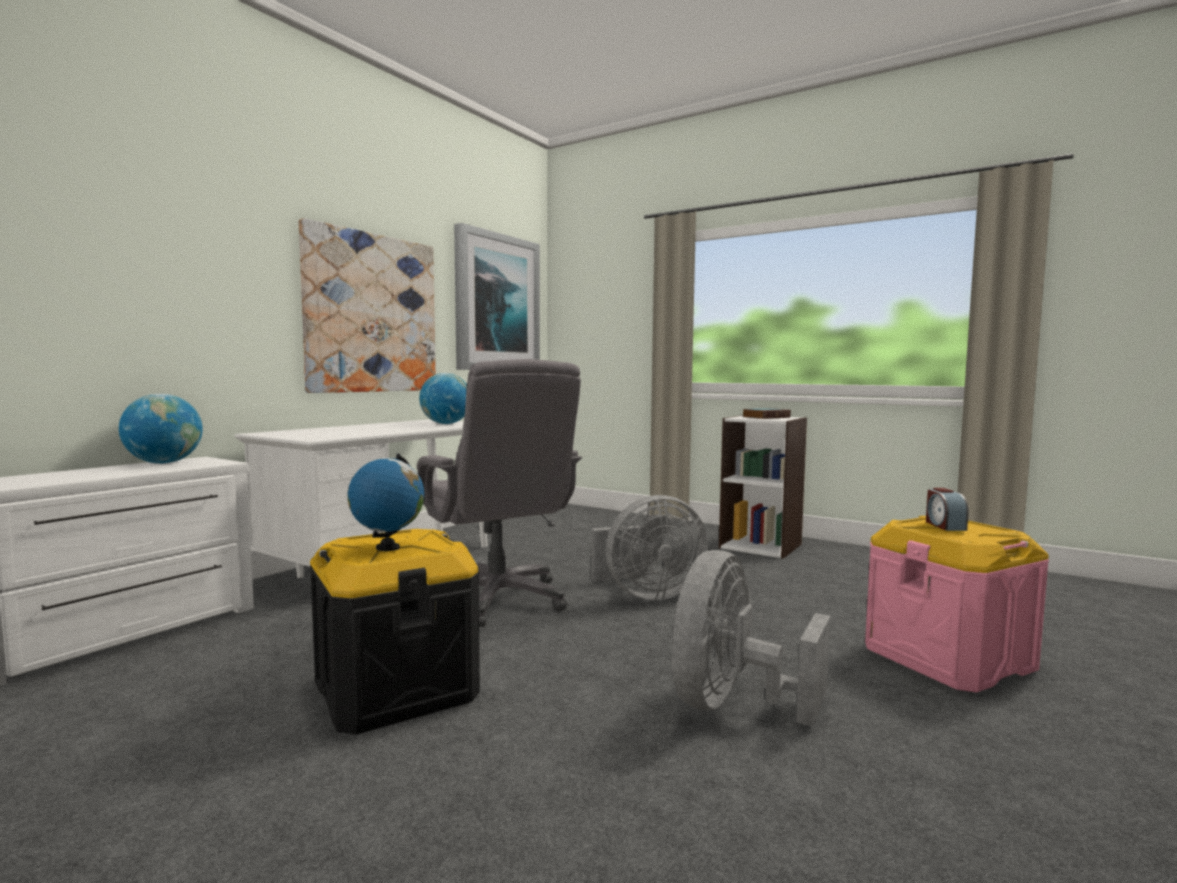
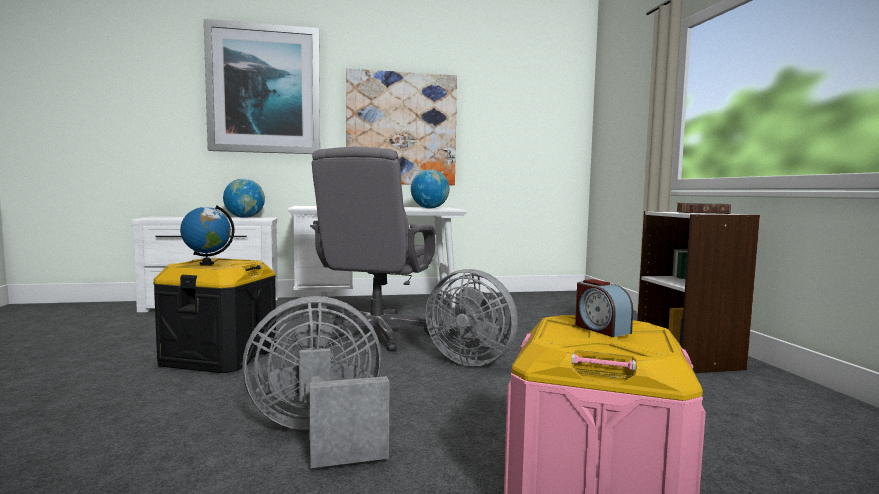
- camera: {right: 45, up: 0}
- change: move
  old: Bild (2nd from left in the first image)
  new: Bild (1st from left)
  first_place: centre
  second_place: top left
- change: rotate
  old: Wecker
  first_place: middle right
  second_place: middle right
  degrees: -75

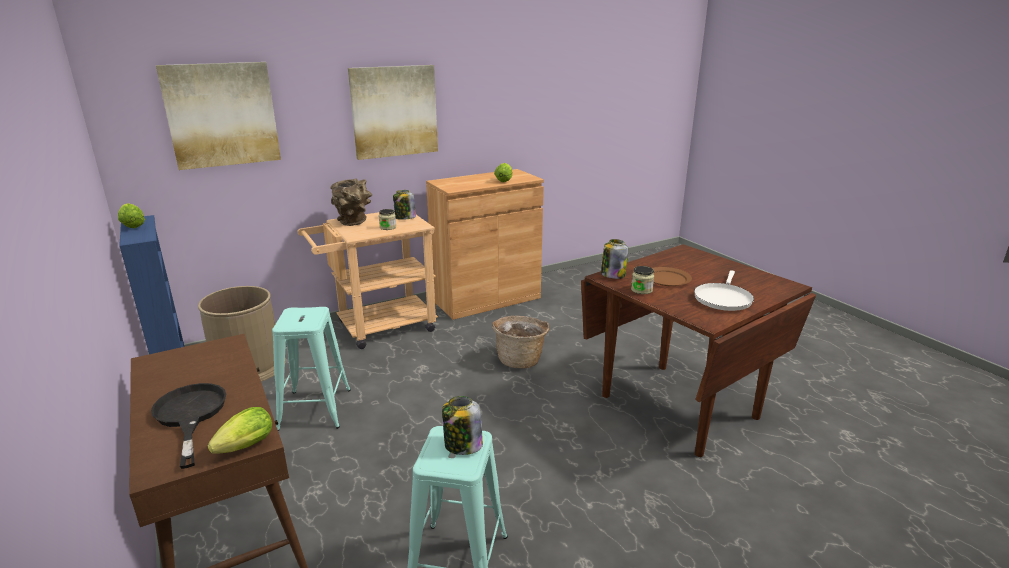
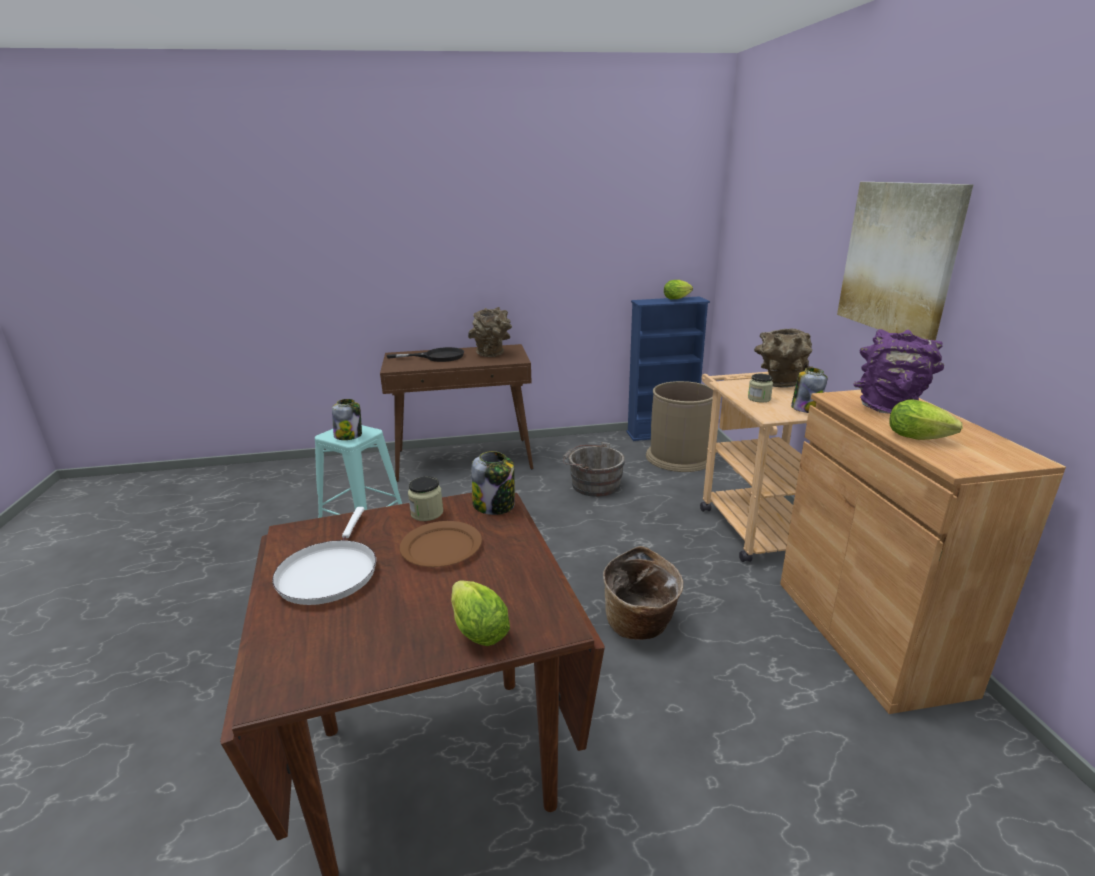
- camera: {right: 110, up: 0}
- change: delete
  old: Bild (1st from left)
  first_place: top left
- change: rotate
  old: Pfanne/weiß
  first_place: middle right
  second_place: middle left
  degrees: -135
- change: replace
  old: Hocker/türkis (1st from left)
  new: Eimer/grau
  first_place: middle left
  second_place: centre
- change: move
  old: Salatkopf (2nd from left in the first image)
  new: Salatkopf (1st from left)
  first_place: bottom left
  second_place: bottom centre
- change: insert
  new: Vase/braun (1st from left)
  second_place: centre
- change: insert
  new: Vase/lila
  second_place: middle right

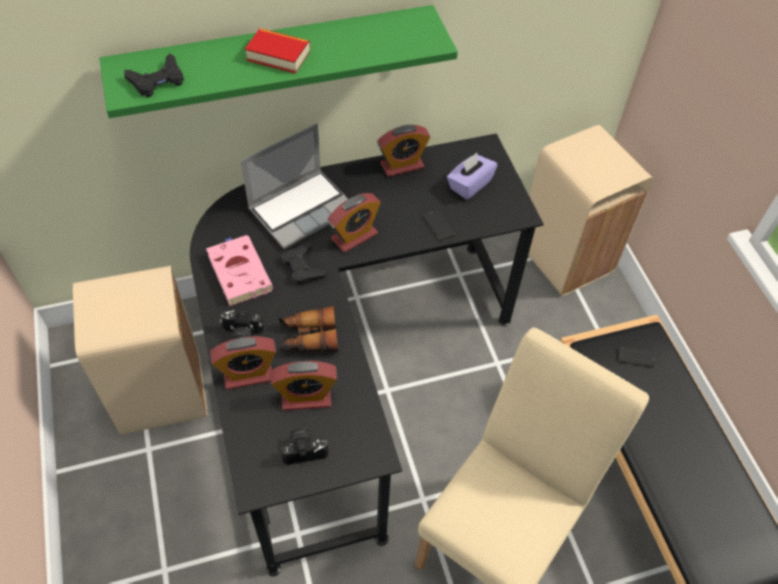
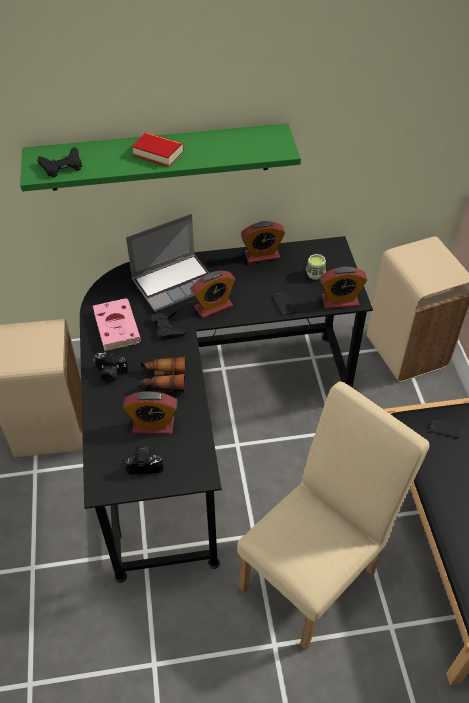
- camera: {right: 10, up: -5}
- change: replace
  old: Taschentuchbox/lila
  new: Tasse
  first_place: top centre
  second_place: middle right
- change: move
  old: Wecker (1st from left in the first image)
  new: Wecker (4th from left)
  first_place: middle left
  second_place: middle right

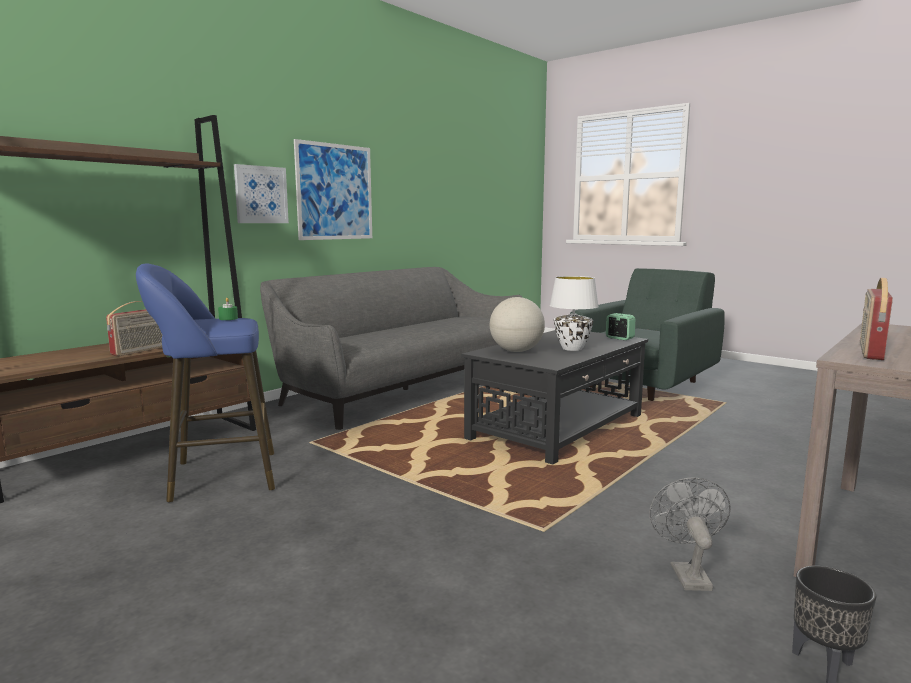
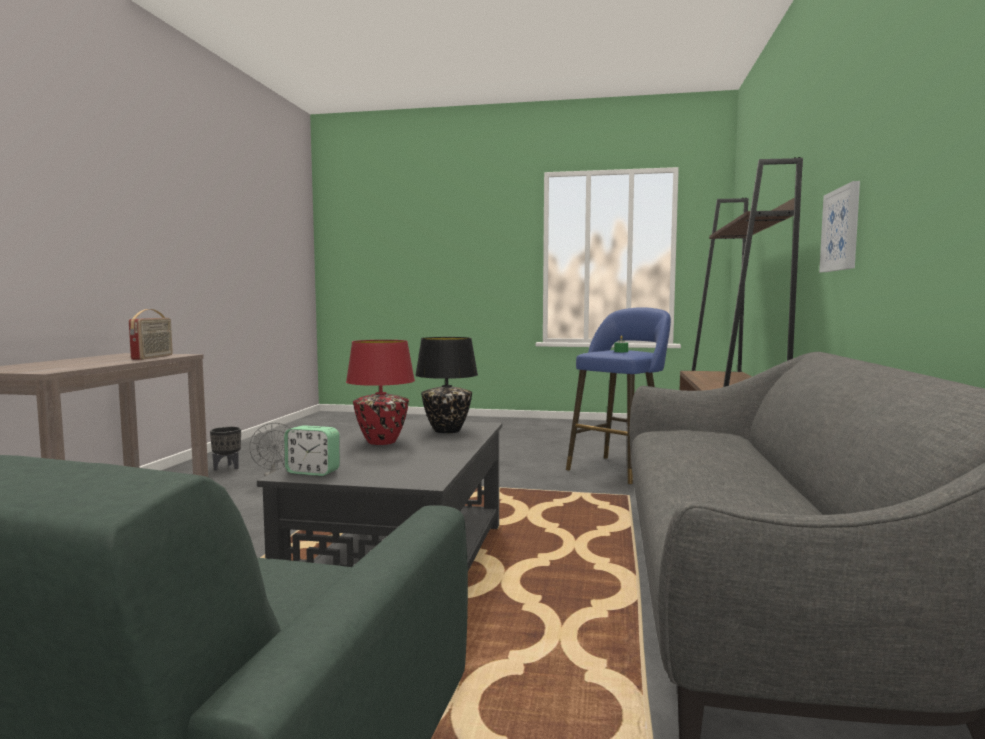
- camera: {right: 150, up: -5}
- change: delete
  old: Bild (2nd from left)
  first_place: top centre
- change: recolor
  old: Tischlampe/weiß
  new: Tischlampe/rot
  first_place: centre
  second_place: centre
- change: replace
  old: Globus
  new: Tischlampe/schwarz
  first_place: centre
  second_place: centre
- change: delete
  old: Radio (1st from left)
  first_place: middle left

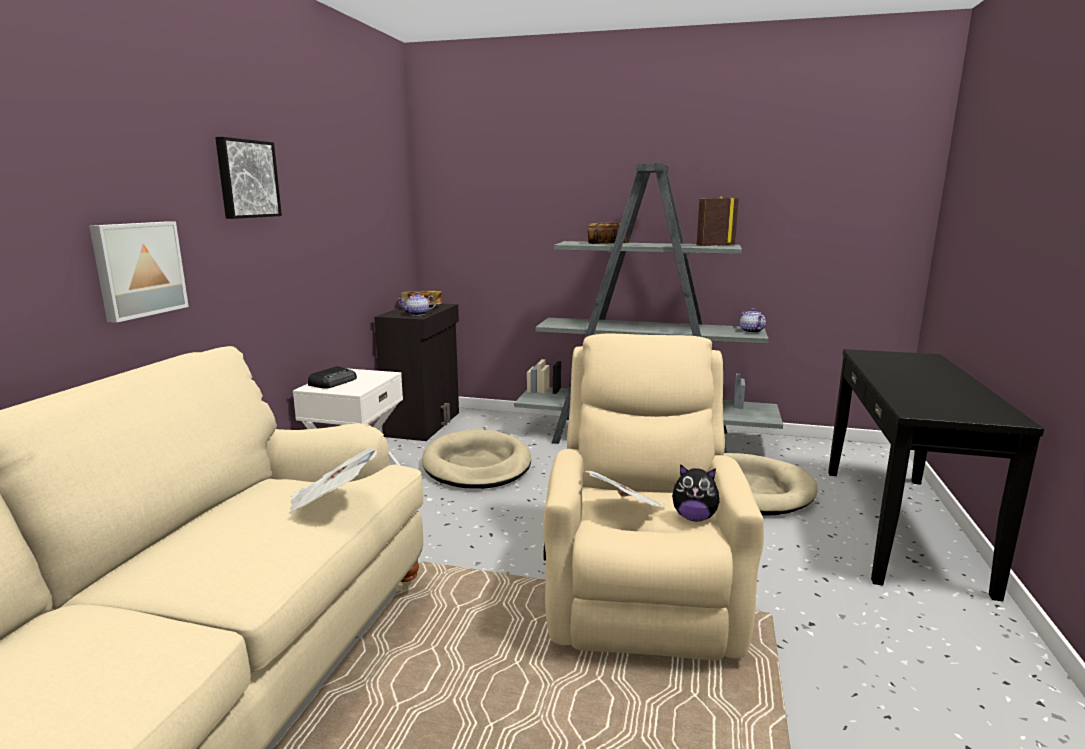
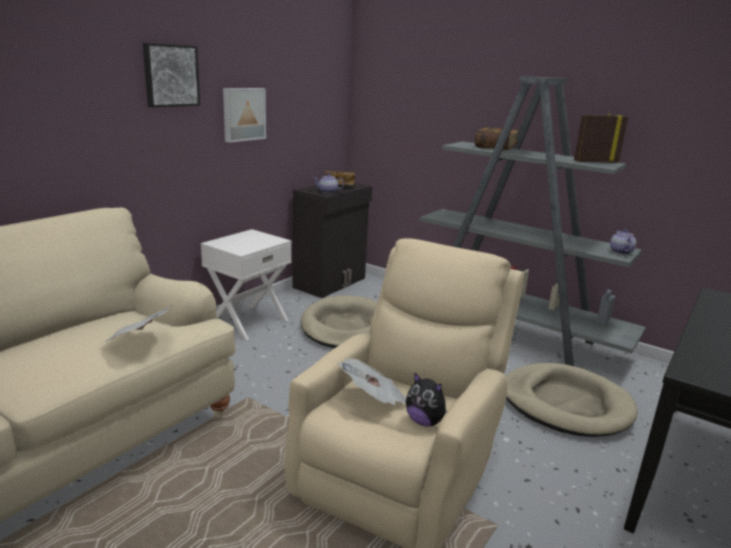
- camera: {right: 20, up: 5}
- change: move
  old: Bild (1st from left in the first image)
  new: Bild (2nd from left)
  first_place: middle left
  second_place: top centre
- change: delete
  old: Radio
  first_place: middle left

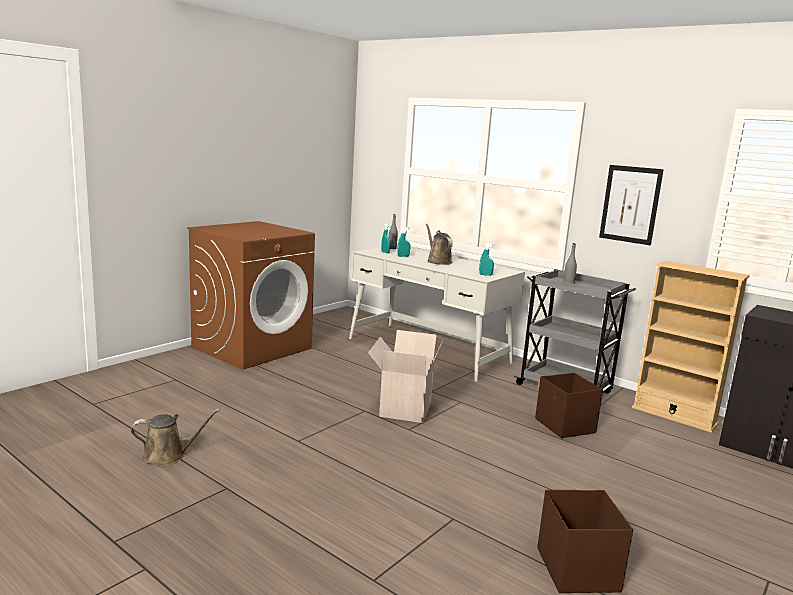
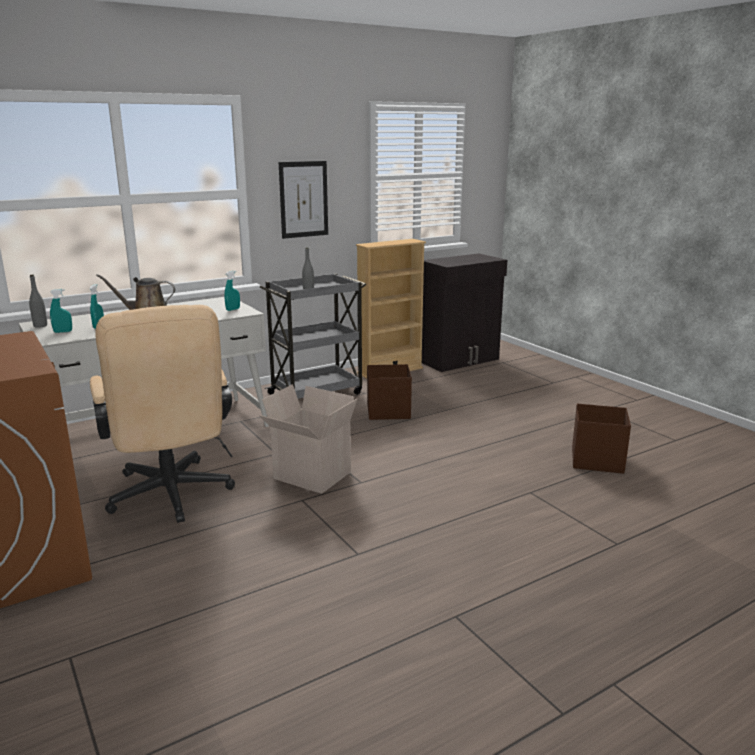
- camera: {right: -70, up: 5}
- change: delete
  old: Gießkanne/braun (1st from left)
  first_place: bottom left
- change: insert
  new: Bürostuhl/beige
  second_place: middle left

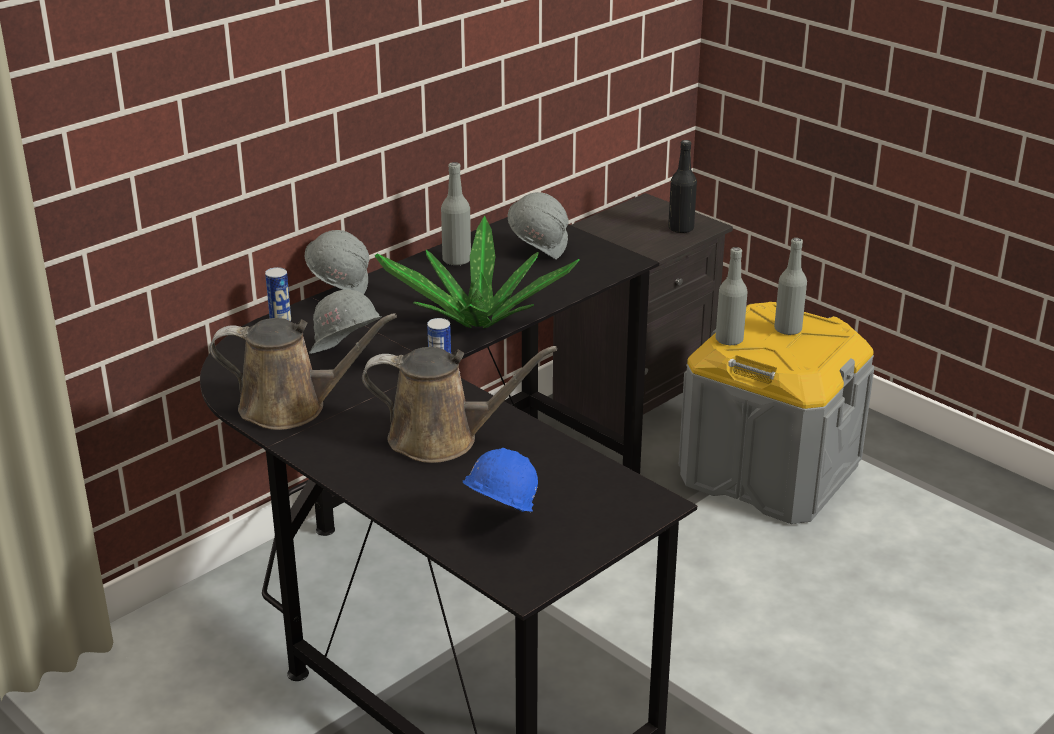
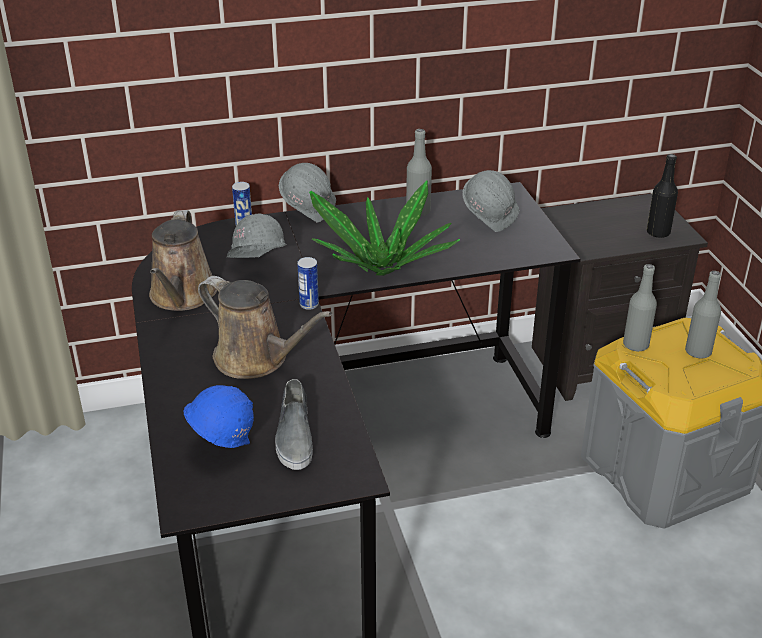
- camera: {right: 30, up: 5}
- change: rotate
  old: Gießkanne/braun (1st from left)
  first_place: middle left
  second_place: middle left
  degrees: 60
- change: insert
  new: Schuh/grau
  second_place: centre

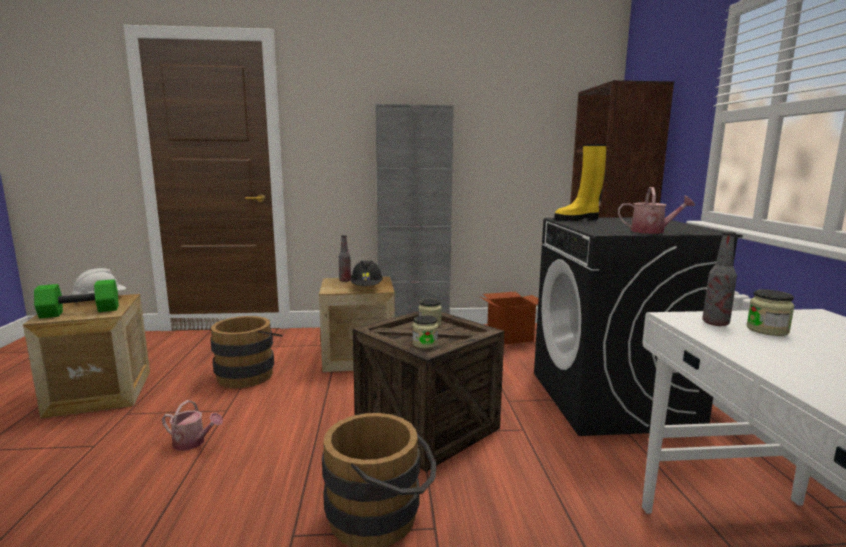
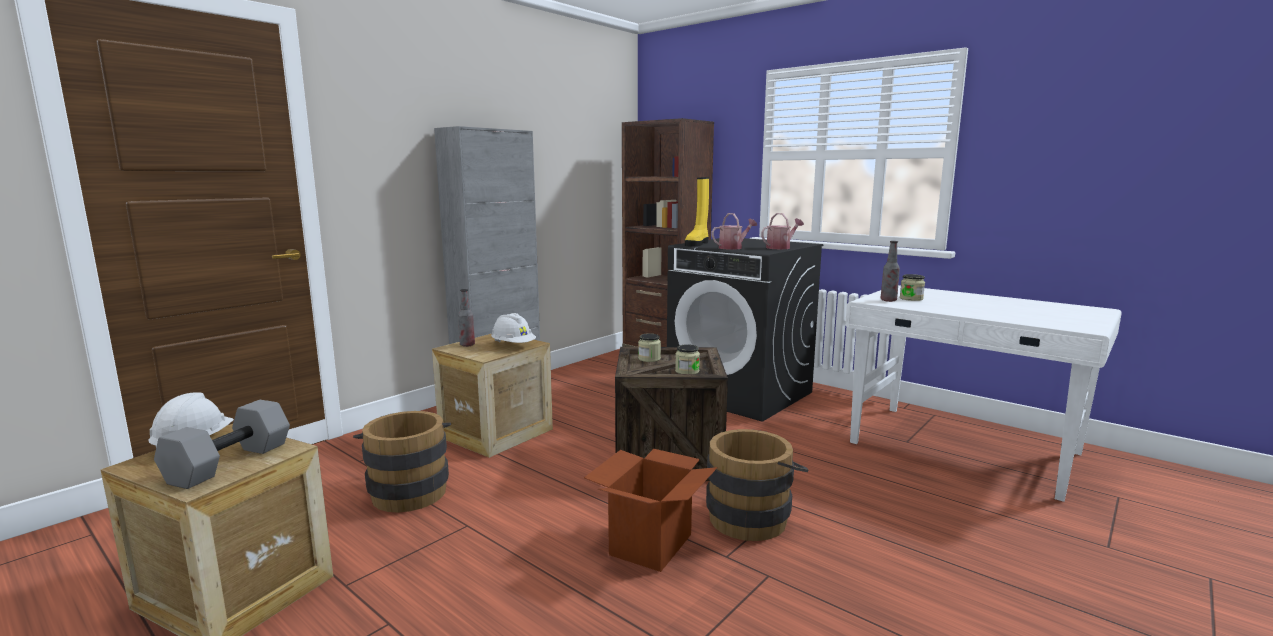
- camera: {right: -45, up: 0}
- change: recolor
  old: Schutzhelm/schwarz
  new: Schutzhelm/weiß (2nd from left)
  first_place: centre
  second_place: centre
- change: recolor
  old: Hantel/grün
  new: Hantel/grau
  first_place: middle left
  second_place: bottom left
- change: move
  old: Karton
  first_place: centre
  second_place: bottom centre
- change: move
  old: Gießkanne (1st from left)
  first_place: bottom left
  second_place: centre

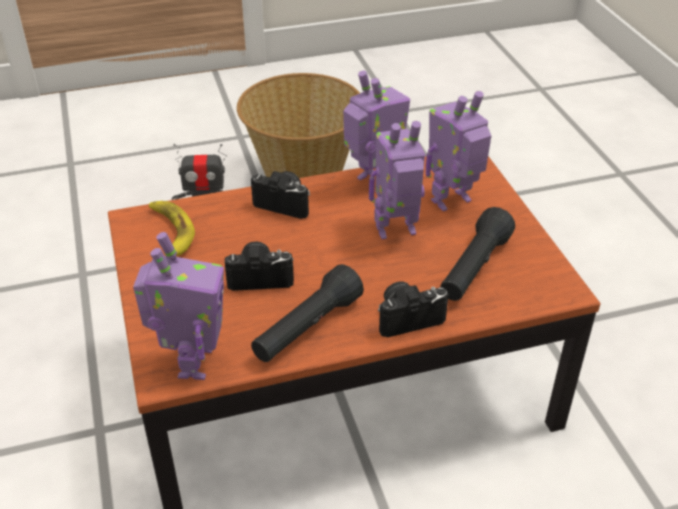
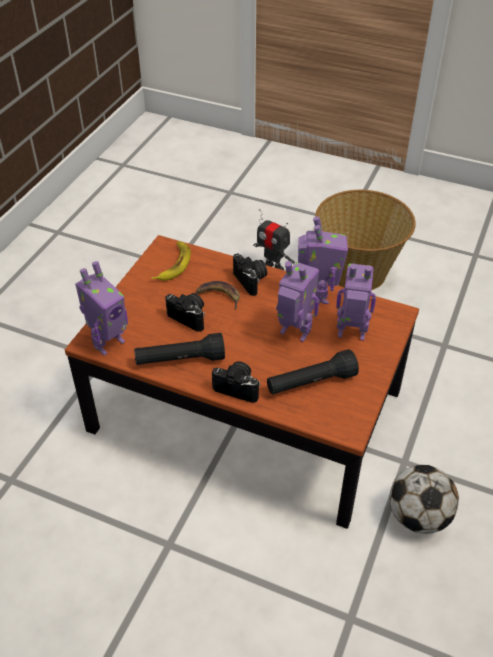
- camera: {right: 40, up: 5}
- change: insert
  new: Banane (2nd from left)
  second_place: centre
- change: insert
  new: Fußball
  second_place: bottom right

